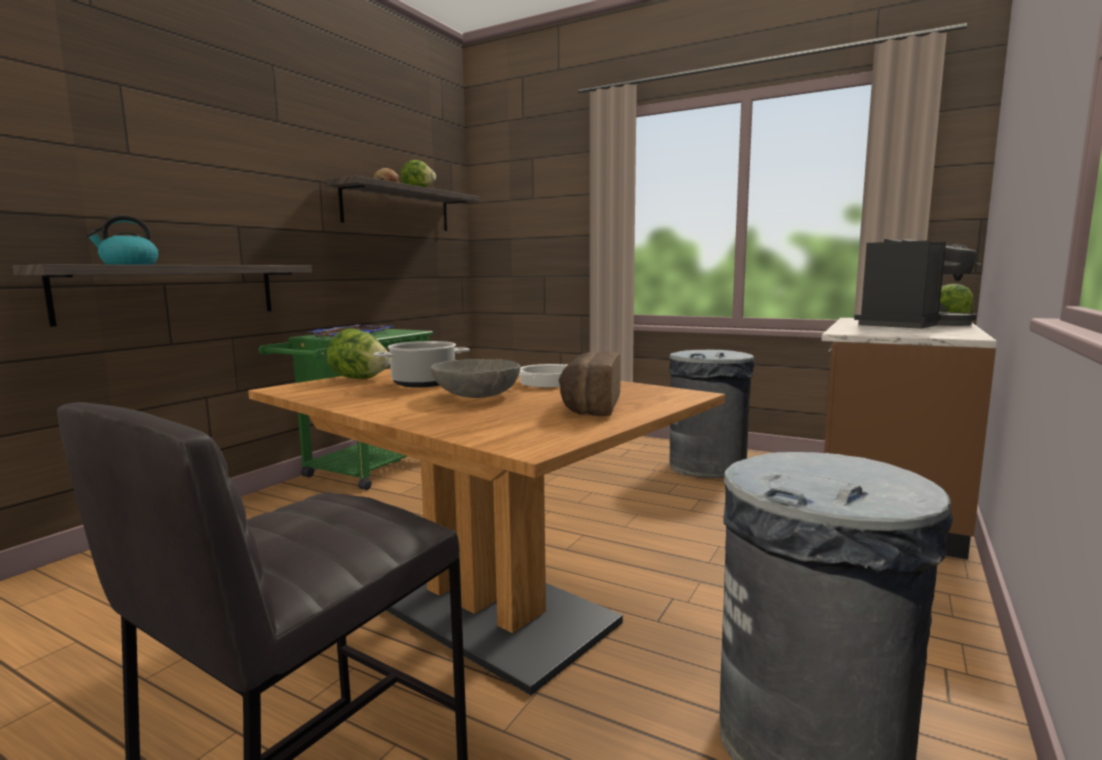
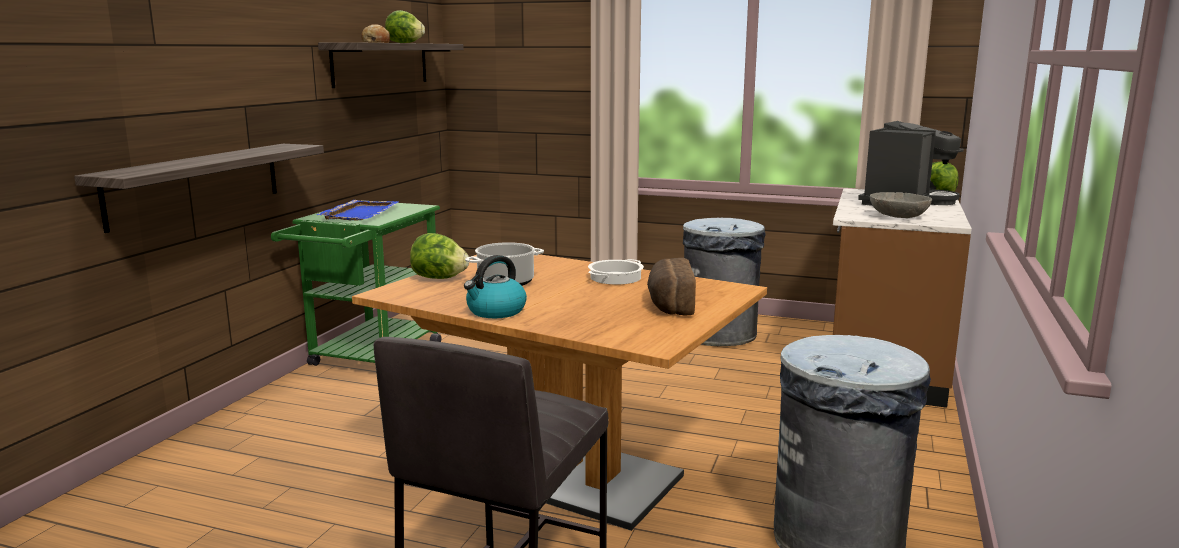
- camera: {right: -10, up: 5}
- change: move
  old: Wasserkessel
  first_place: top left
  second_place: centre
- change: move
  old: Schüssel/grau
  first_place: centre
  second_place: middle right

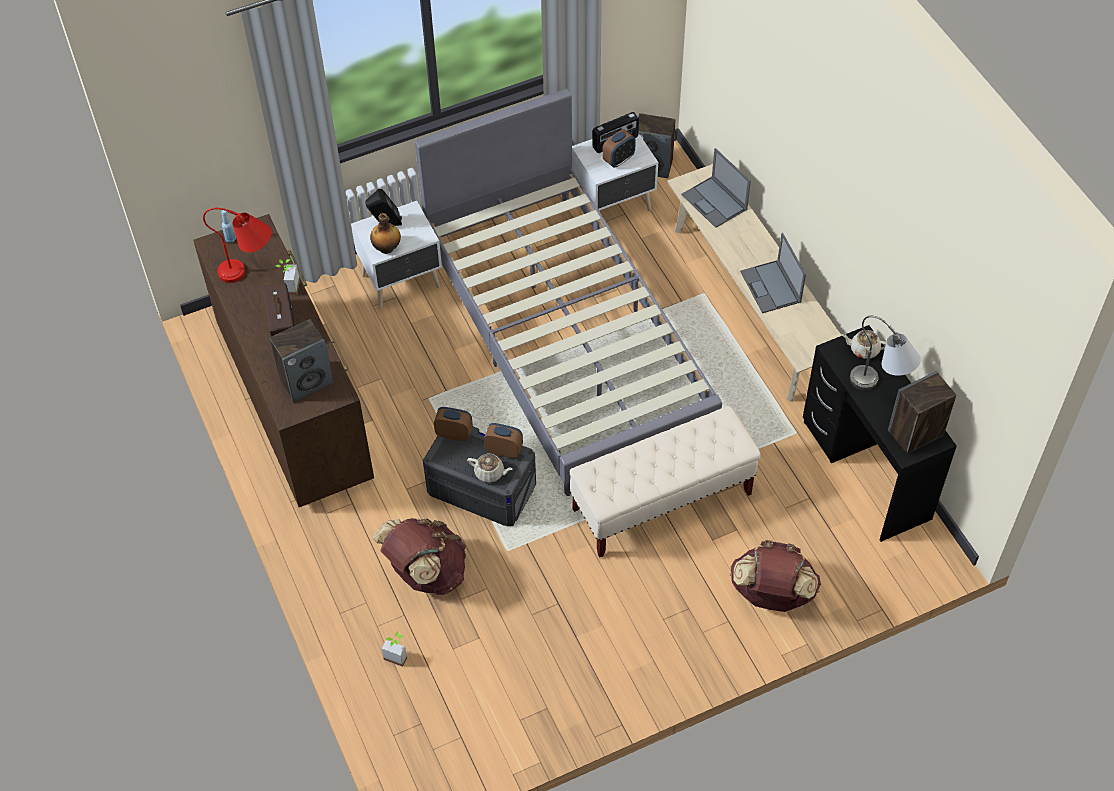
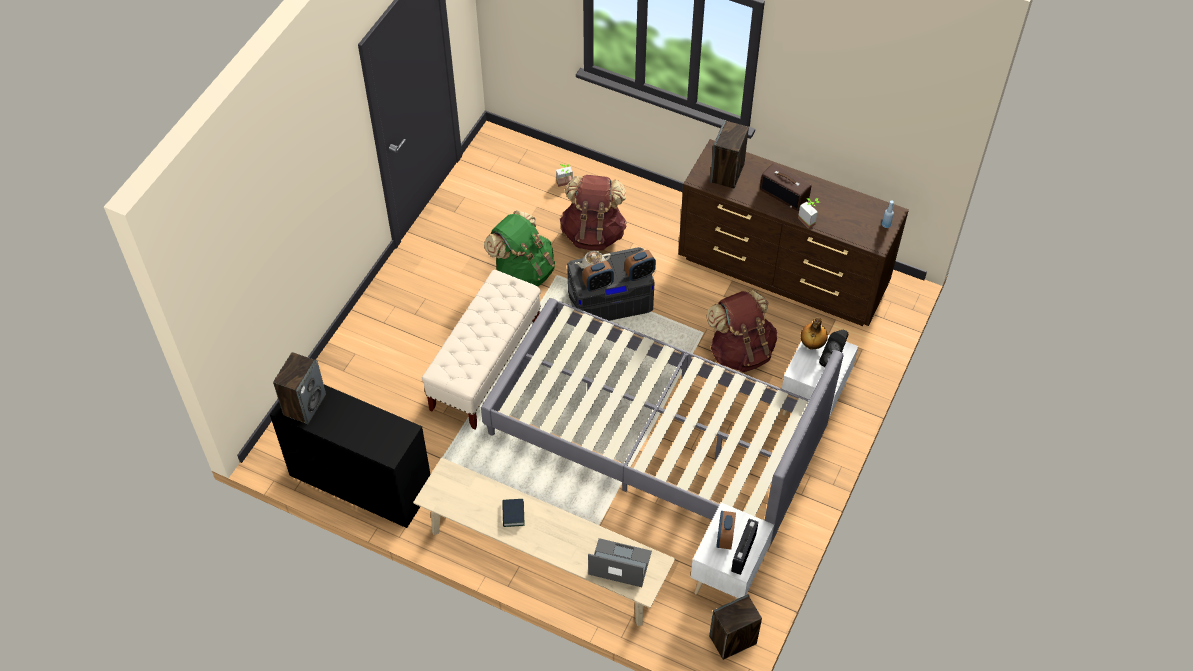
- camera: {right: 140, up: 0}
- change: delete
  old: Tischlampe/rot
  first_place: top left
- change: replace
  old: Laptop (2nd from left)
  new: Buch
  first_place: middle right
  second_place: bottom centre
- change: delete
  old: Tischlampe/grau
  first_place: middle right
- change: delete
  old: Teekanne/beige (2nd from left)
  first_place: middle right
- change: move
  old: Rucksack/braun (2nd from left)
  first_place: bottom right
  second_place: centre
- change: insert
  new: Rucksack/grün
  second_place: centre

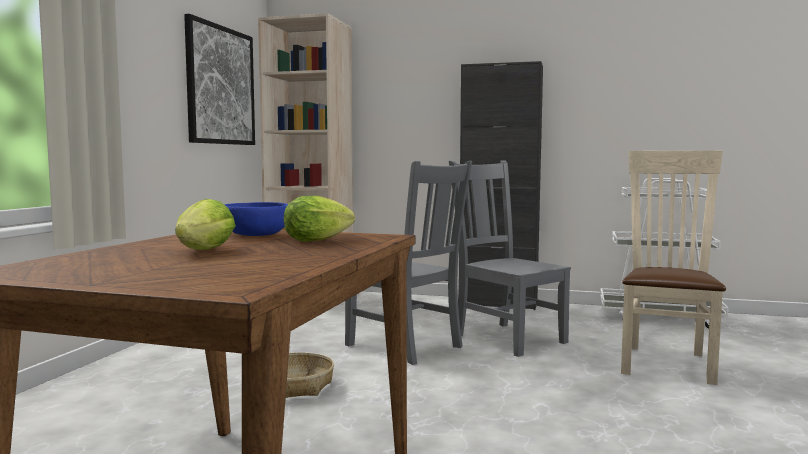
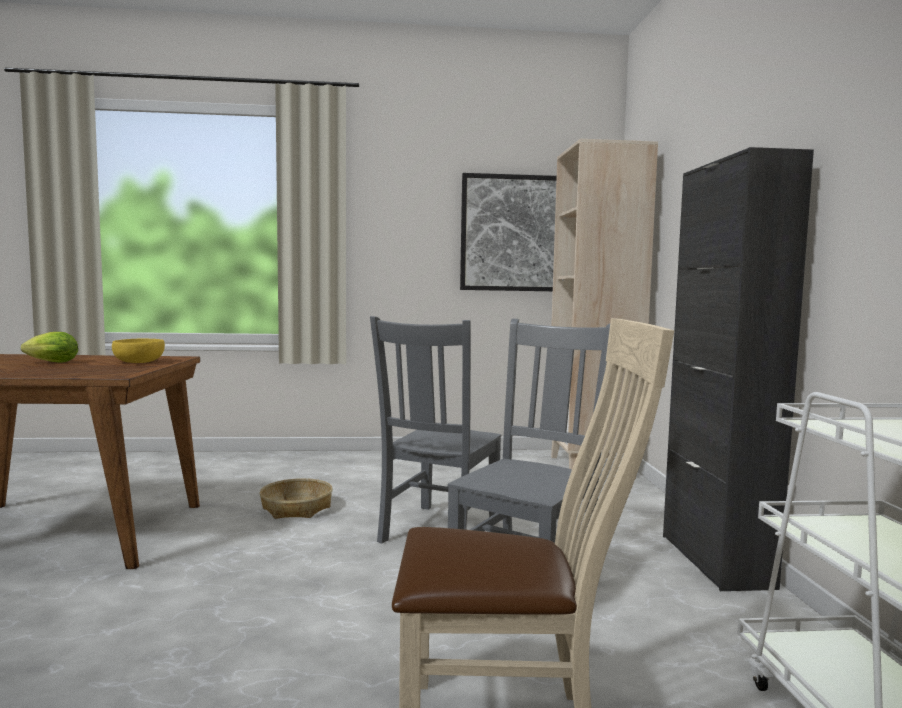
- camera: {right: 70, up: 0}
- change: delete
  old: Salatkopf (2nd from left)
  first_place: centre
- change: recolor
  old: Schüssel/blau
  new: Schüssel/gelb
  first_place: middle left
  second_place: middle left

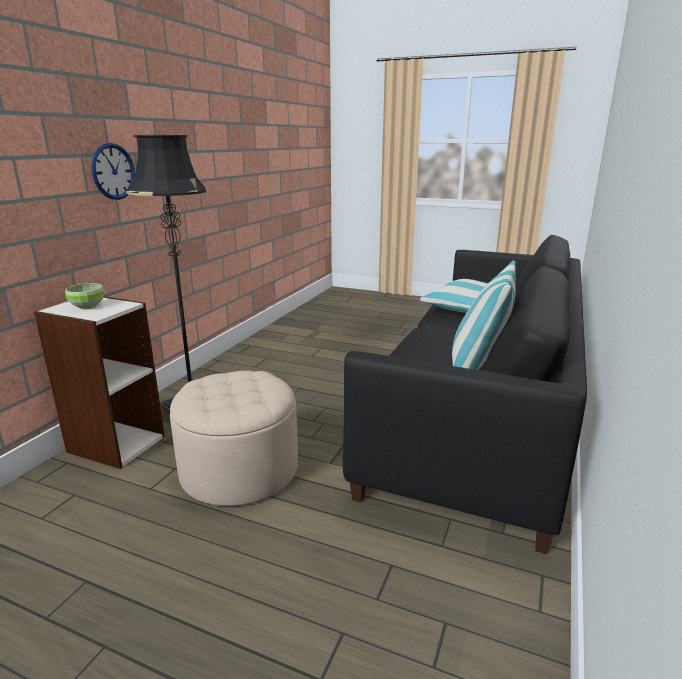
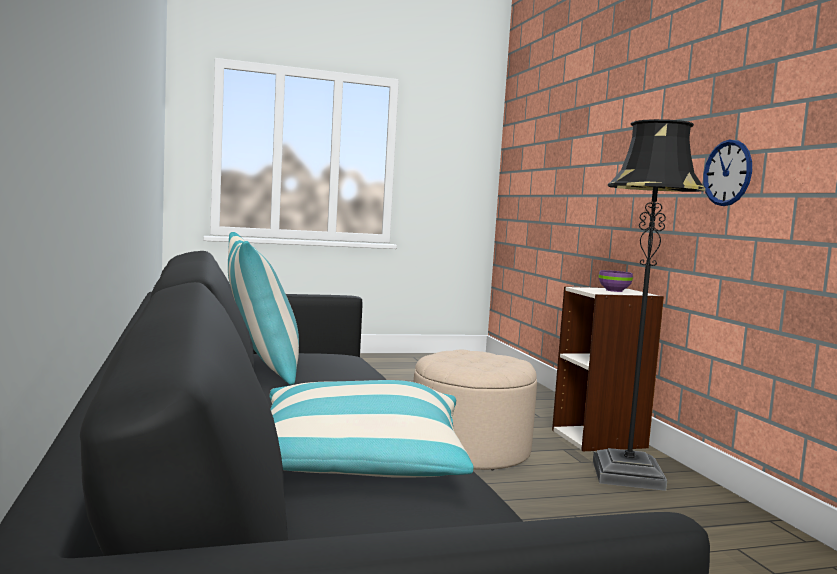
- camera: {right: 140, up: -15}
- change: recolor
  old: Schüssel/grün
  new: Schüssel/lila
  first_place: middle left
  second_place: middle right

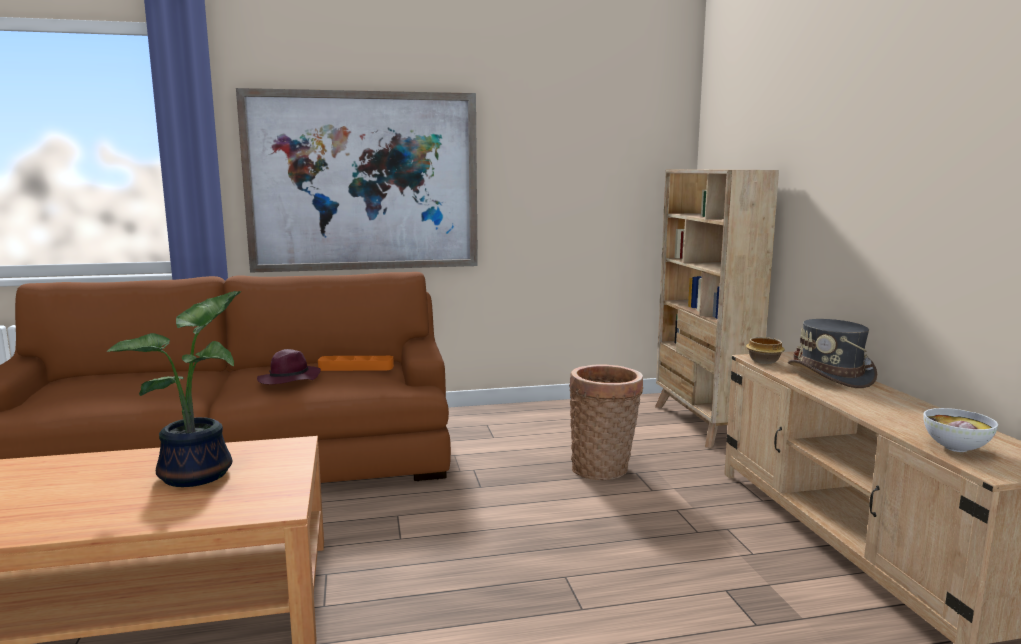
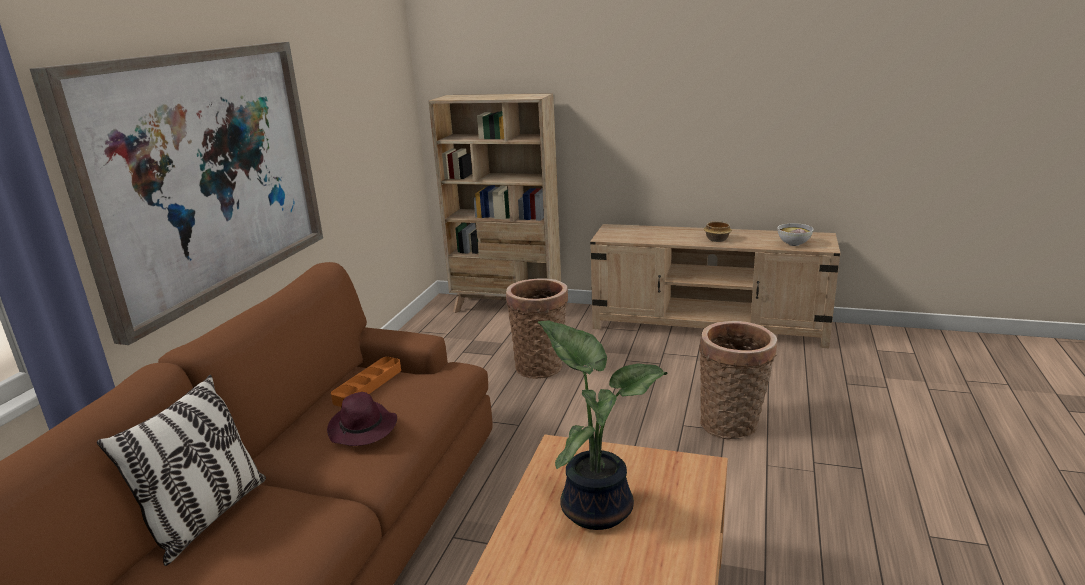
- camera: {right: -60, up: 10}
- change: delete
  old: Hut/grau
  first_place: middle right
- change: move
  old: Schüssel (1st from left)
  first_place: middle right
  second_place: centre
- change: insert
  new: Korb (2nd from left)
  second_place: middle right
- change: insert
  new: Kissen
  second_place: bottom left

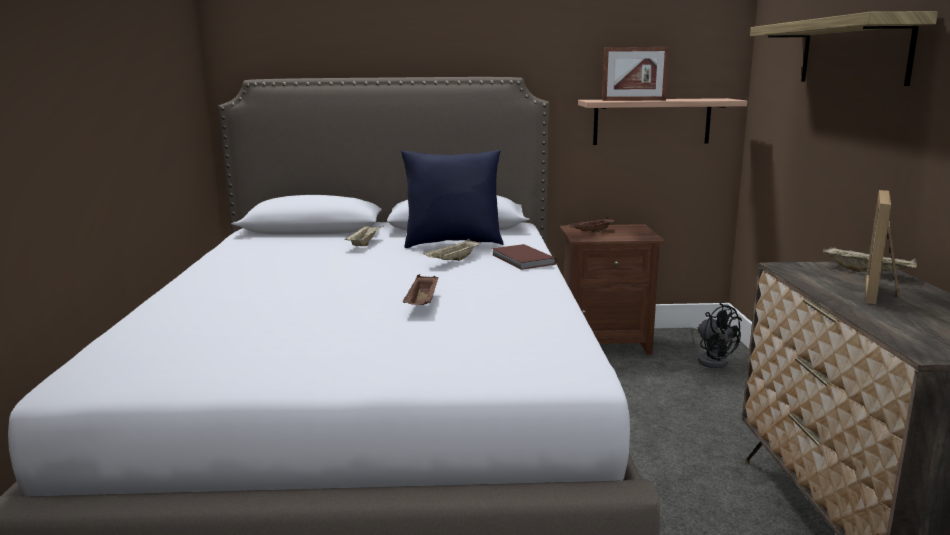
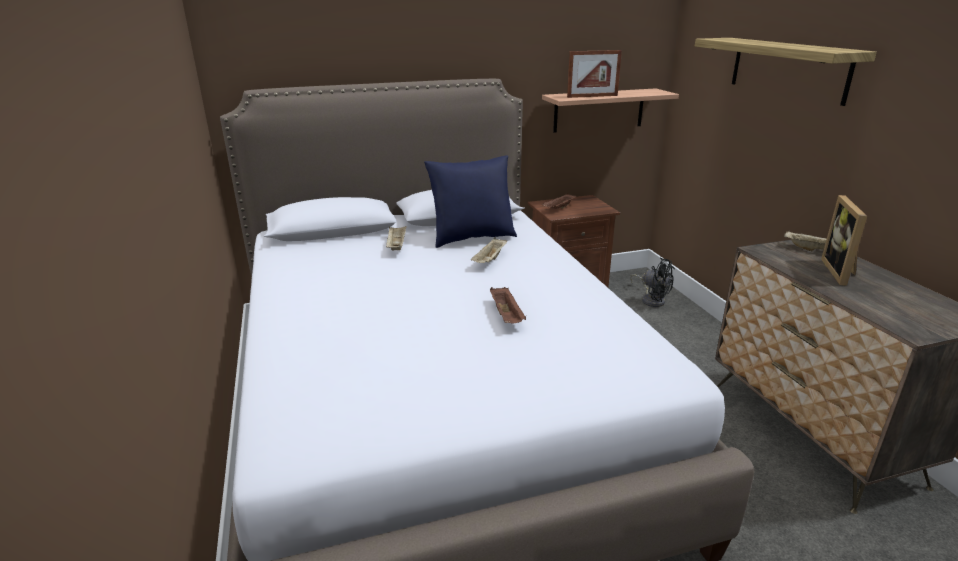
- camera: {right: -15, up: 10}
- change: delete
  old: Buch/braun
  first_place: centre

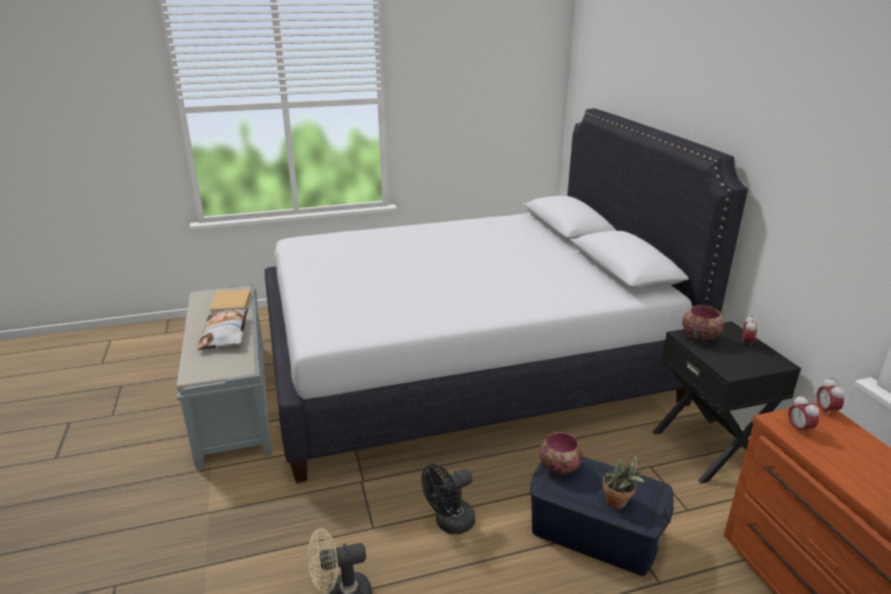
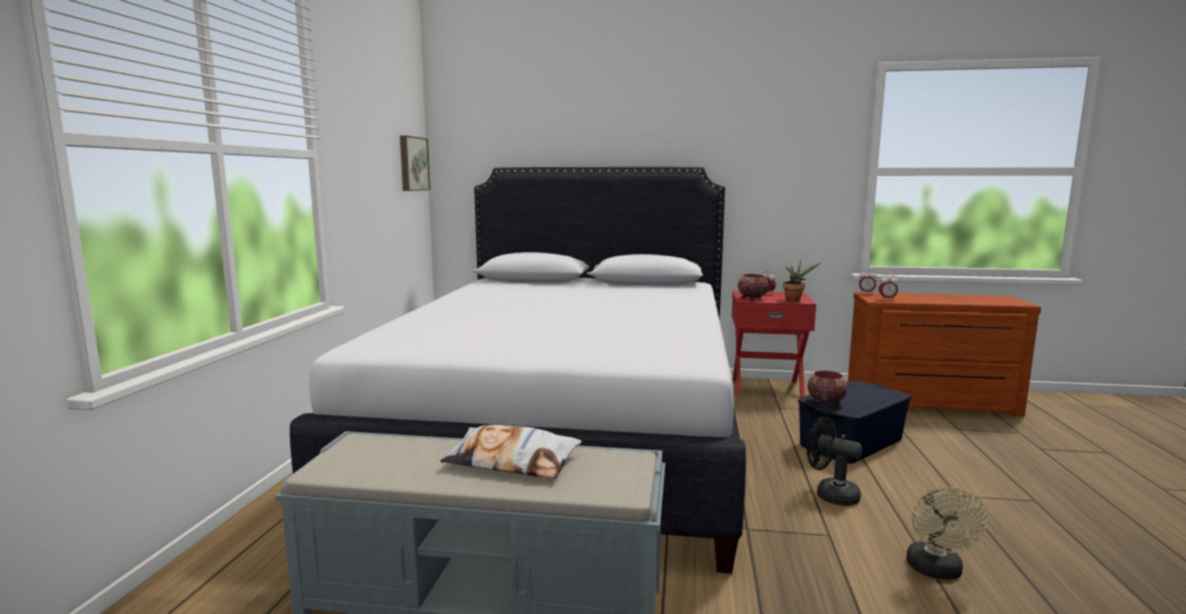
- camera: {right: -65, up: -15}
- change: delete
  old: Buch/beige
  first_place: middle left
- change: recolor
  old: Nachttisch/schwarz
  new: Nachttisch/rot
  first_place: bottom right
  second_place: centre
- change: move
  old: Topfpflanze
  first_place: bottom right
  second_place: middle right
- change: rotate
  old: Ventilator/schwarz
  first_place: bottom centre
  second_place: bottom right
  degrees: 135
- change: insert
  new: Bild
  second_place: top centre

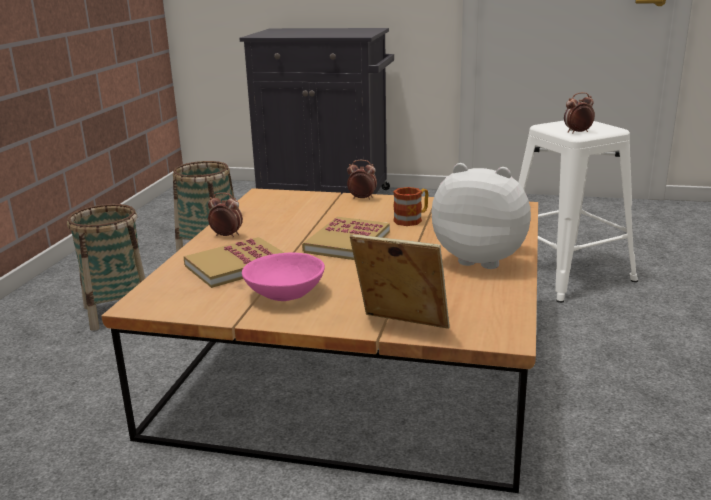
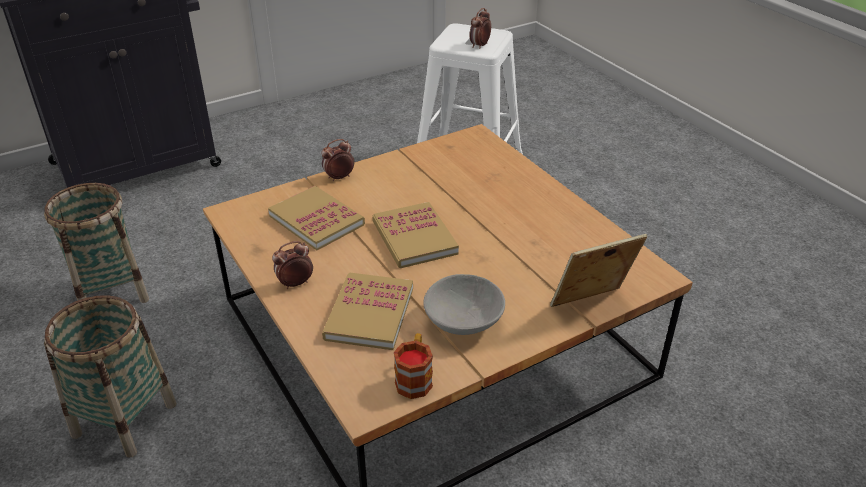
- camera: {right: -45, up: 15}
- change: delete
  old: Plüschtier
  first_place: middle right
- change: move
  old: Henkelbecher
  first_place: centre
  second_place: bottom centre
- change: recolor
  old: Schüssel/rosa
  new: Schüssel/grau
  first_place: centre
  second_place: centre
- change: insert
  new: Buch (1st from left)
  second_place: centre

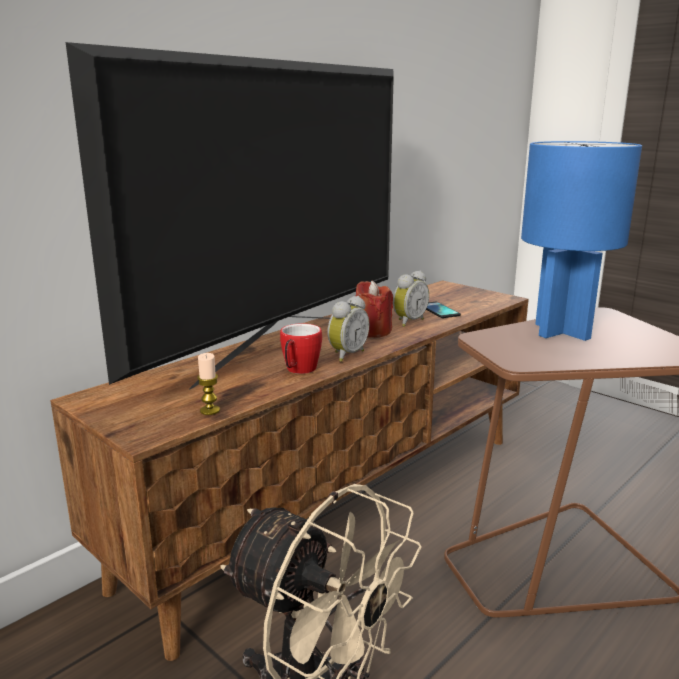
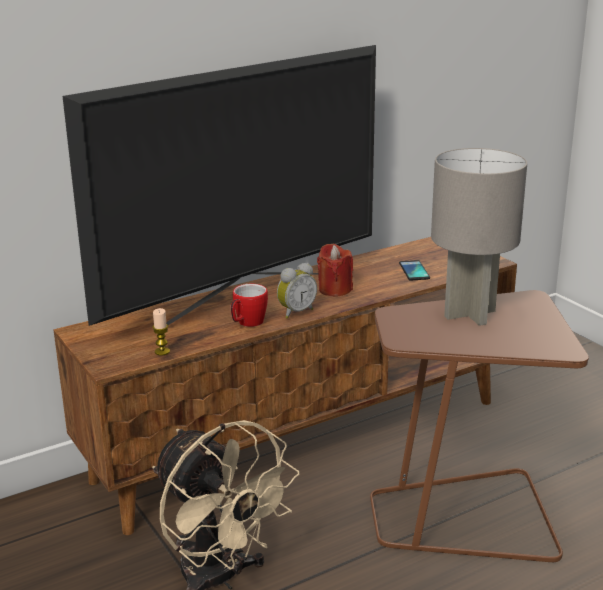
- camera: {right: 15, up: 5}
- change: recolor
  old: Tischlampe/blau
  new: Tischlampe/grau
  first_place: middle right
  second_place: middle right
- change: delete
  old: Wecker (2nd from left)
  first_place: centre

